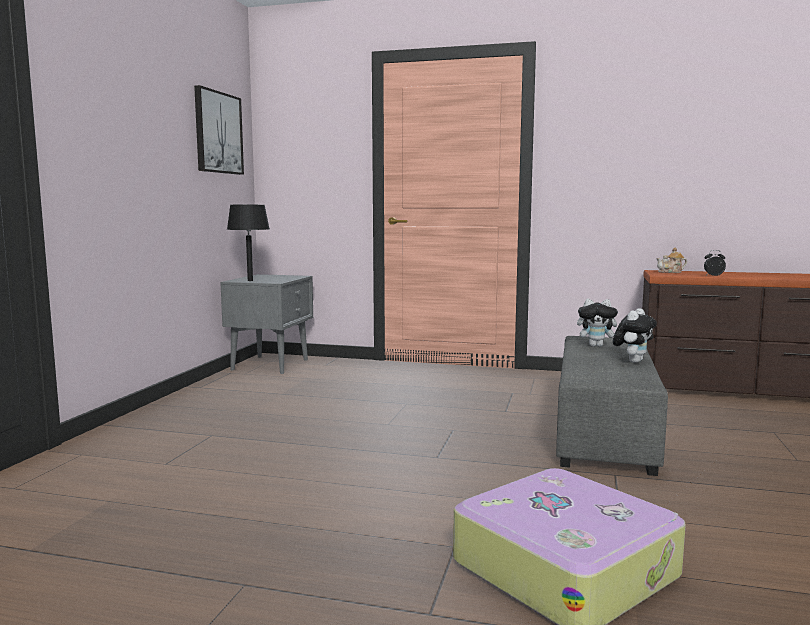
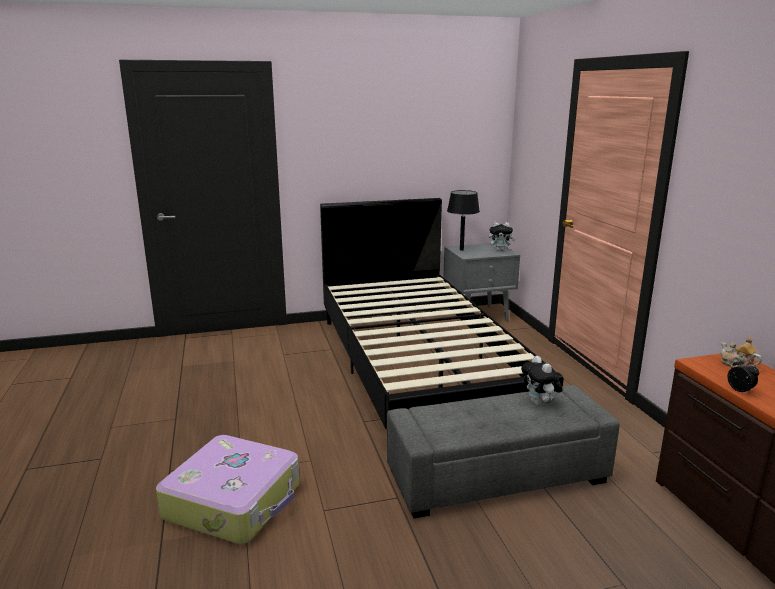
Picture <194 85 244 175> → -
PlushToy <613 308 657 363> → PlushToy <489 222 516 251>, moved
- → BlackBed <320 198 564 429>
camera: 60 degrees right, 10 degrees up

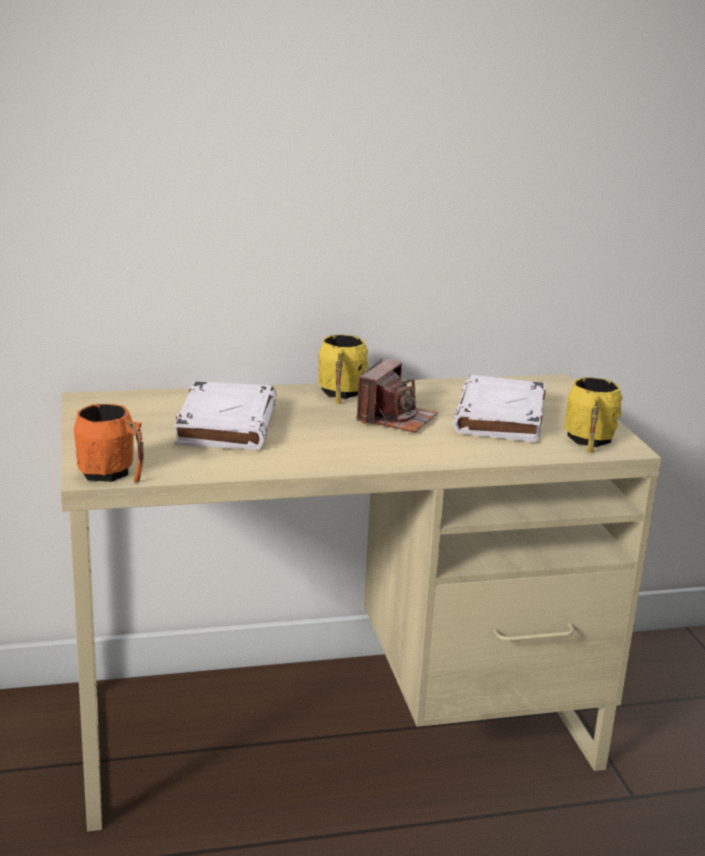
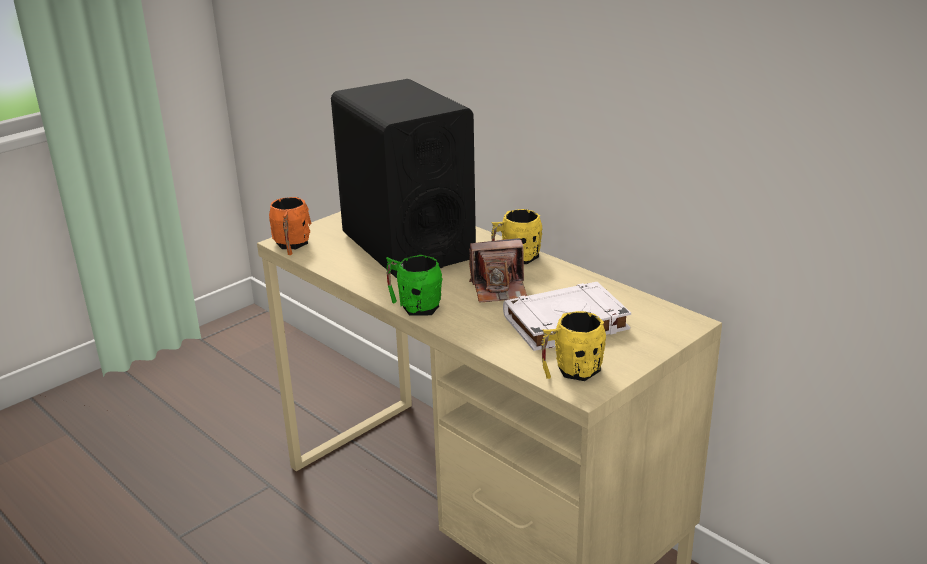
WhiteBook <174 381 276 450> → BlackSpeaker <331 79 476 278>
- → GreenMug <386 255 443 316>
camera: 60 degrees right, 5 degrees up

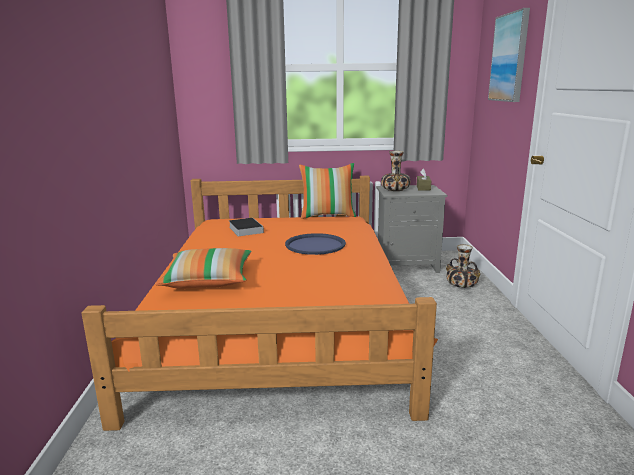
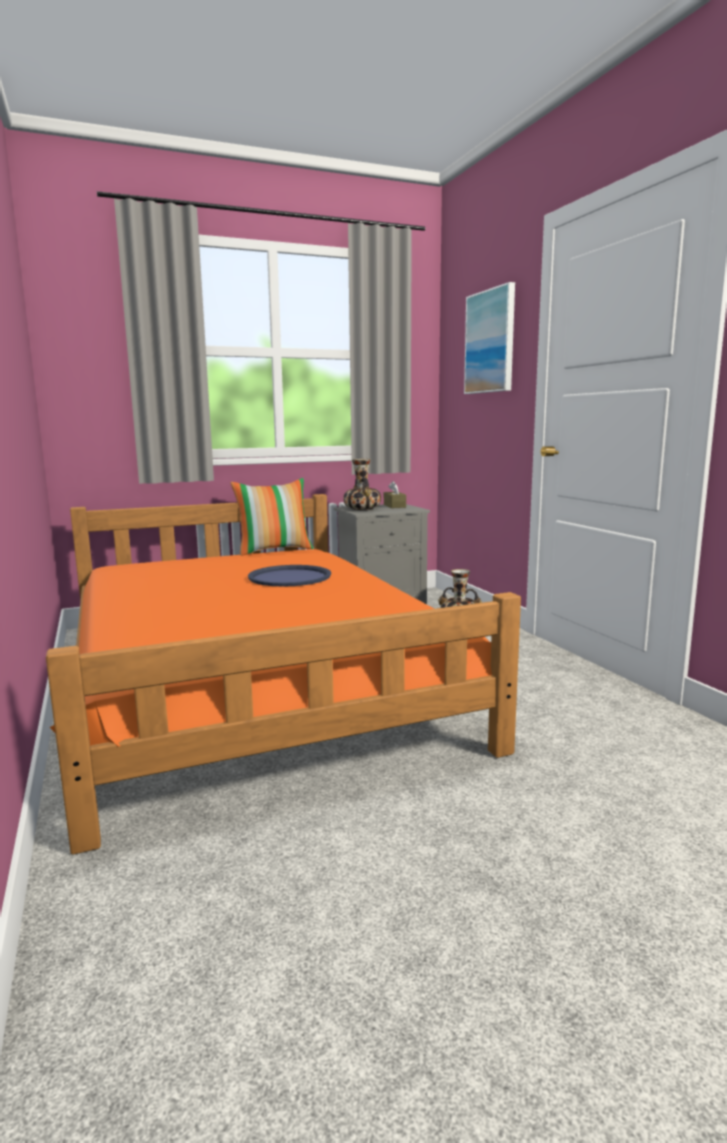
Pillow <155 248 251 289> → -
Book <229 218 264 236> → -
camera: 20 degrees left, 5 degrees down

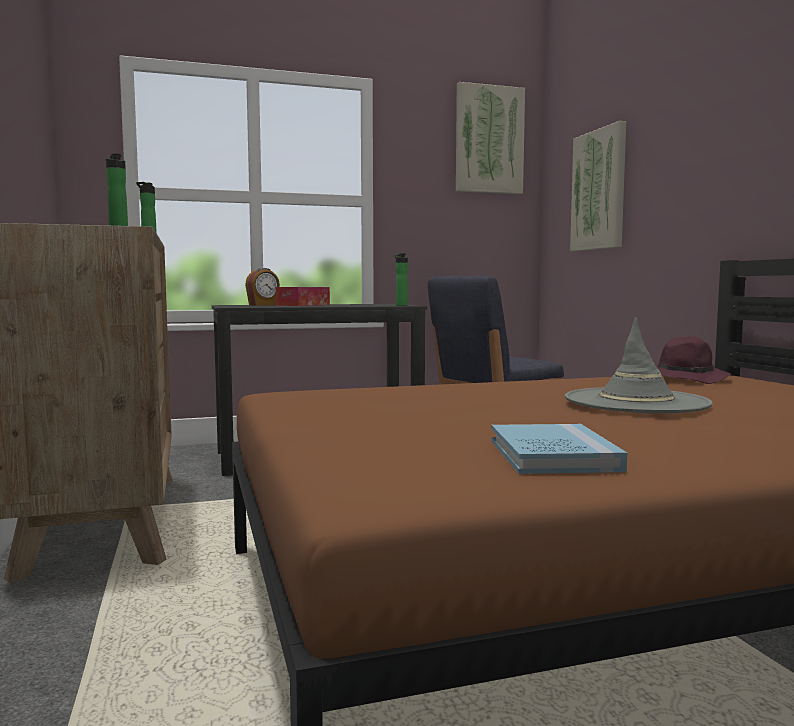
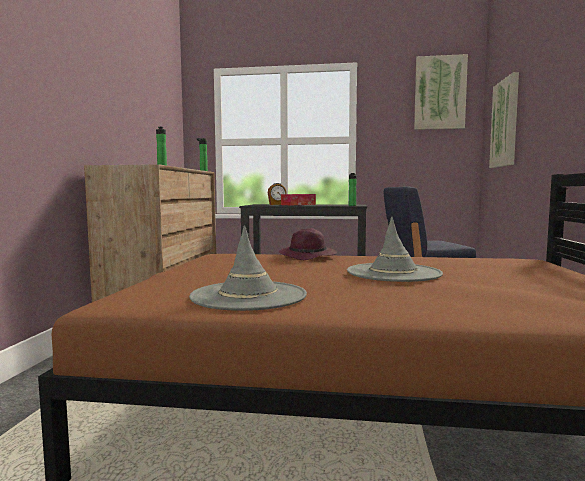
BlueBook <491 424 627 474> → GreyHat <189 226 307 311>
PurpleHat <656 336 732 384> → PurpleHat <279 228 337 260>, moved
camera: 25 degrees right, 0 degrees up

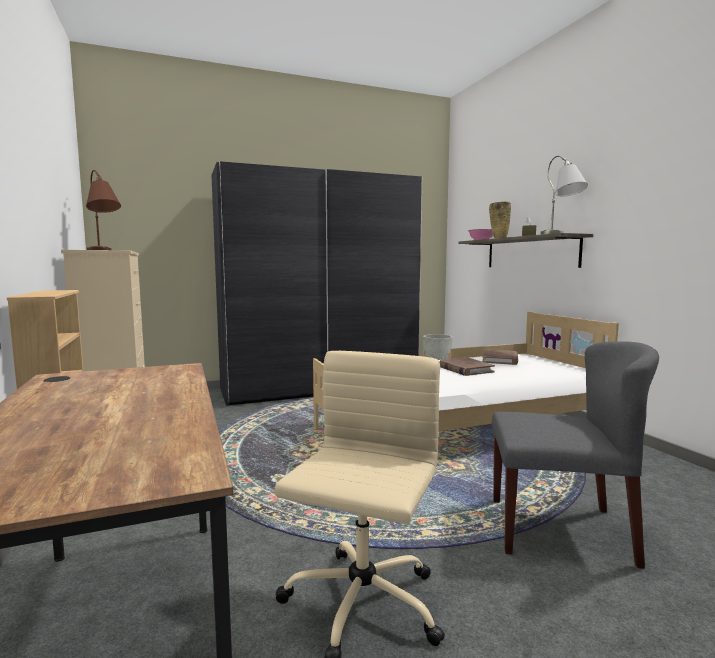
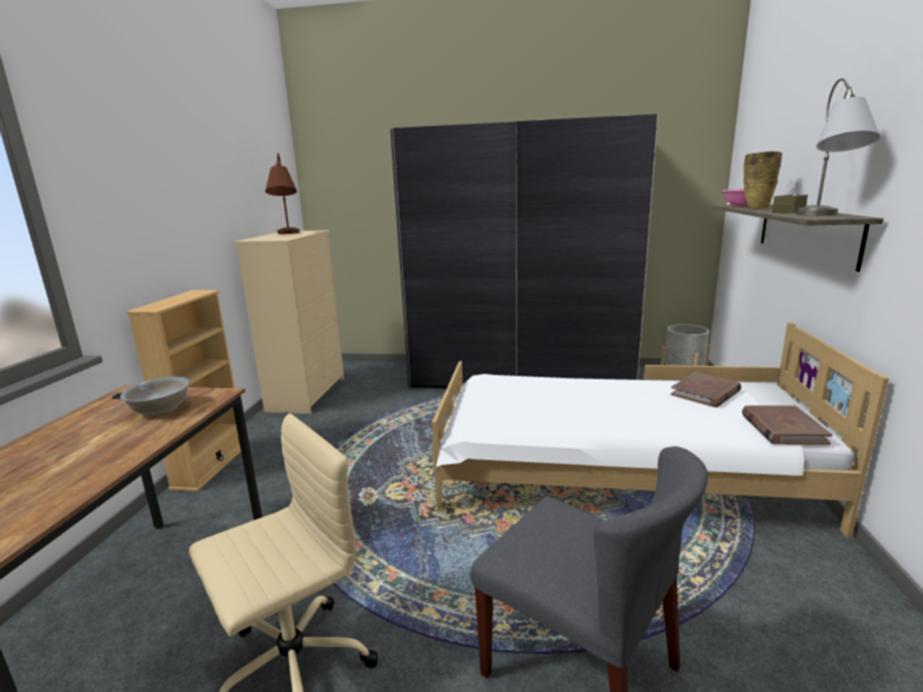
BrownBook <440 357 495 376> → BrownBook <742 406 833 445>, moved
- → WhiteBowl <120 376 190 416>
camera: 30 degrees right, 10 degrees up

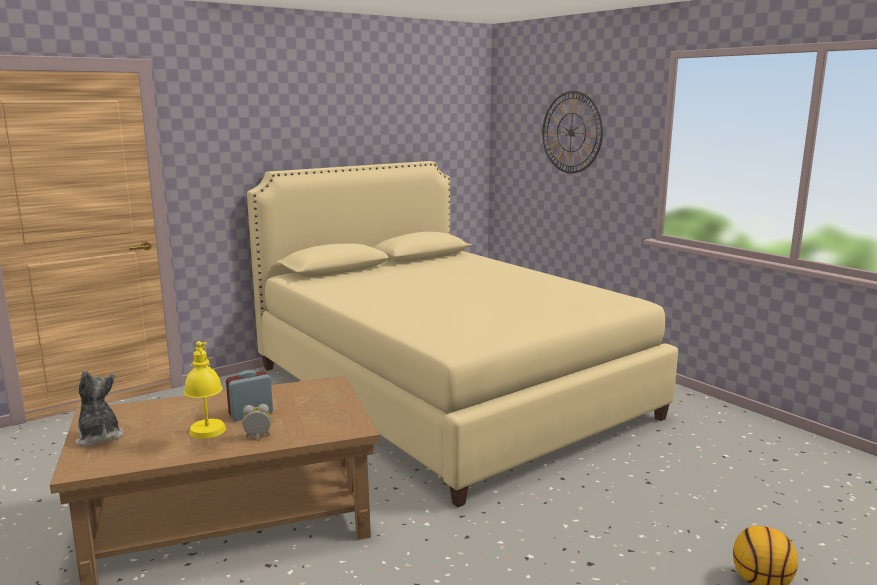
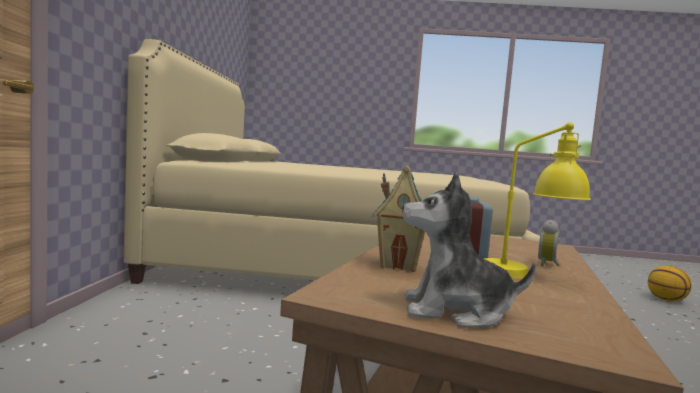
WallClock <542 91 603 173> → -
- → ToyHouse <371 166 425 272>
camera: 50 degrees left, 10 degrees down

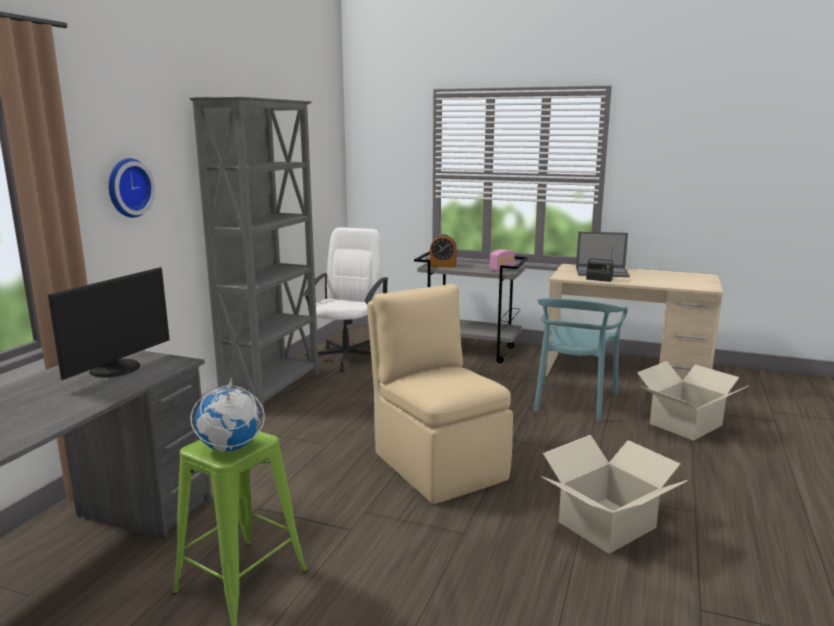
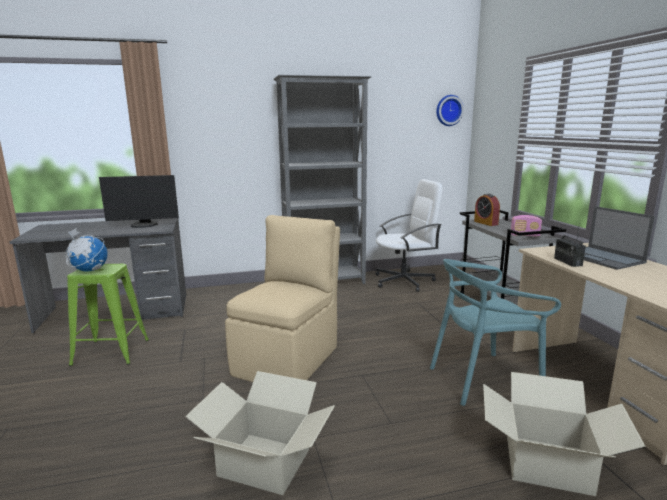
WallClock <109 158 155 218> → WallClock <436 95 464 126>, moved
camera: 55 degrees right, 0 degrees up

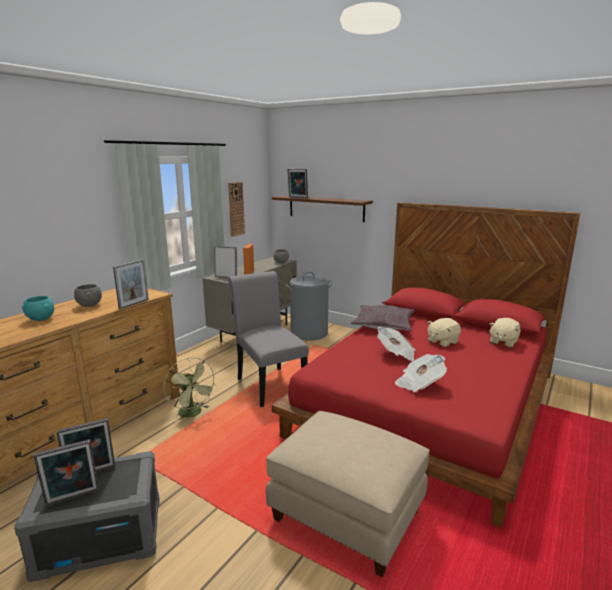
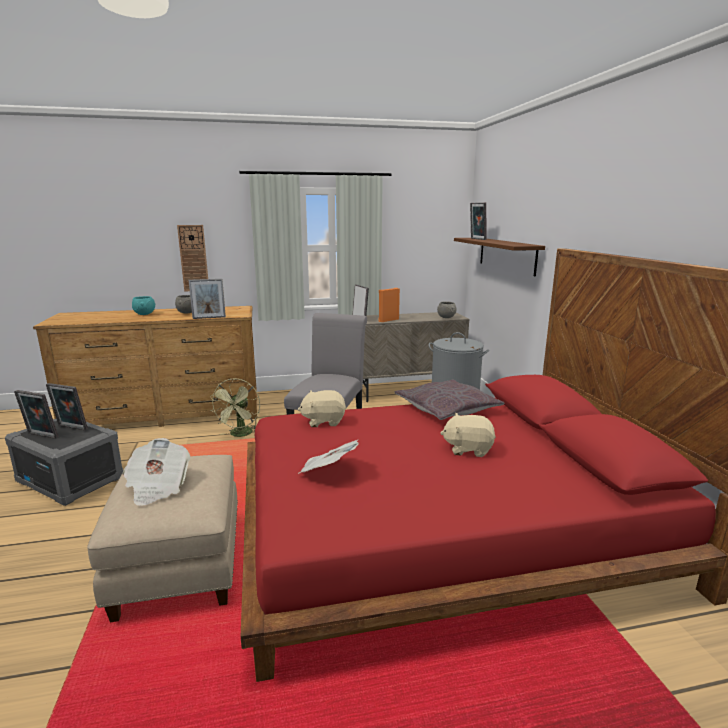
WallClock <228 182 245 237> → WallClock <177 225 208 291>, moved
Newspaper <377 327 416 361> → Newspaper <123 438 191 506>, moved
BeigePlushToy <489 318 521 348> → BeigePlushToy <297 390 346 427>, moved
camera: 45 degrees right, 0 degrees up

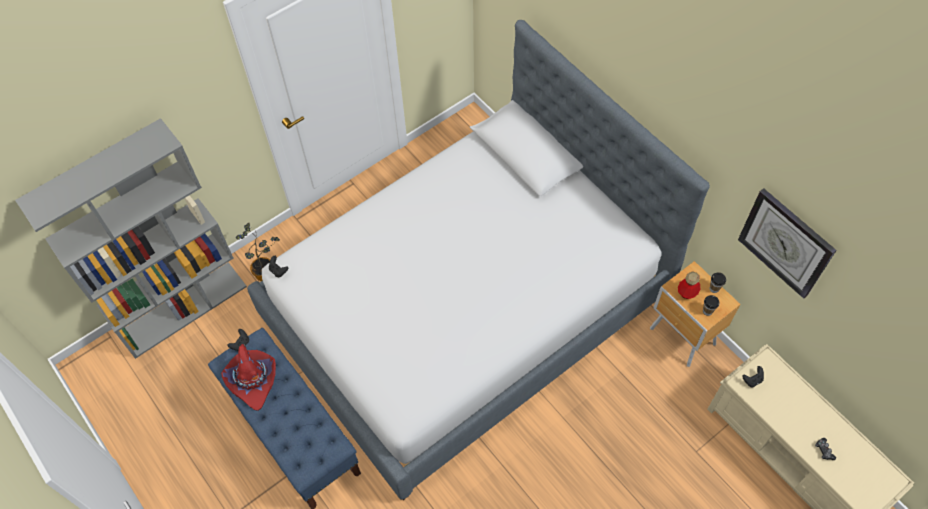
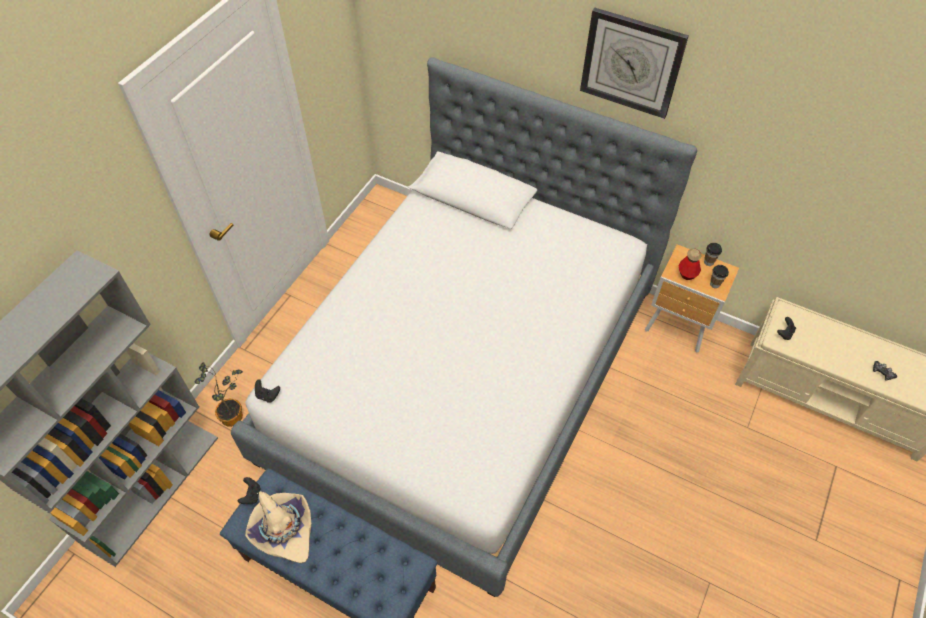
RedHat <221 344 276 411> → BeigeHat <245 491 311 563>
WallClock <738 188 837 299> → WallClock <580 8 689 119>, moved
camera: 25 degrees left, 5 degrees down

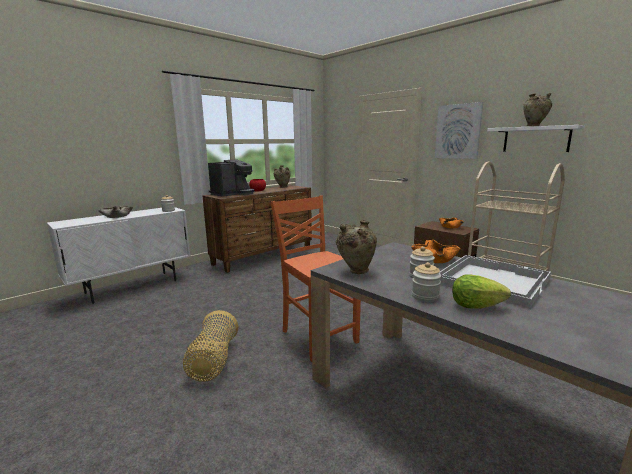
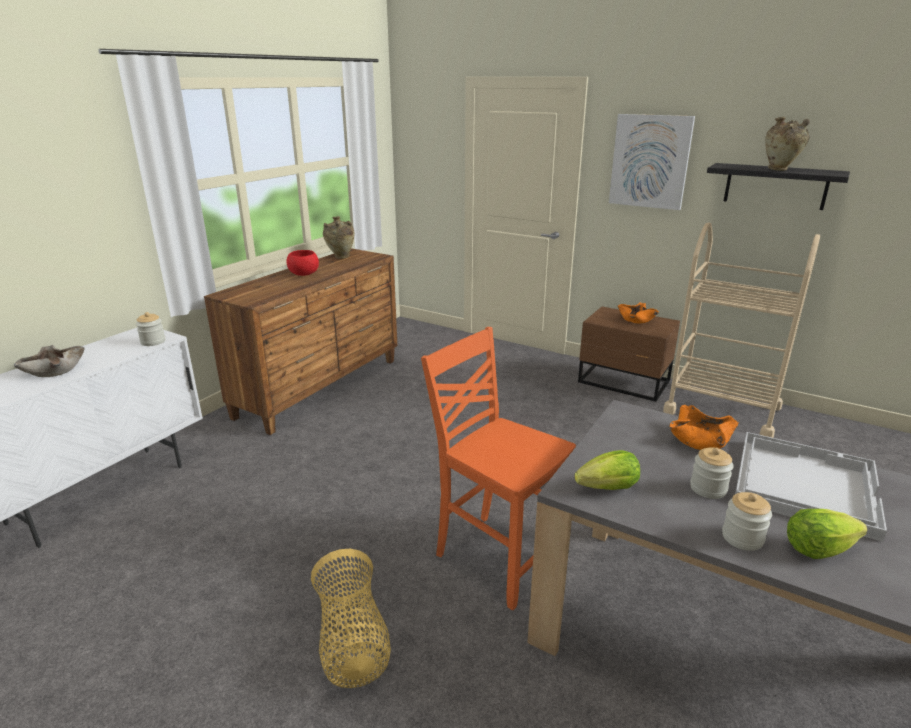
CoffeeMachine <208 159 254 197> → -
BeigeVase <336 220 377 274> → Lettuce <574 450 640 490>
WhiteShelf <487 125 585 152> → BlackShelf <707 163 850 210>
camera: 15 degrees left, 10 degrees up

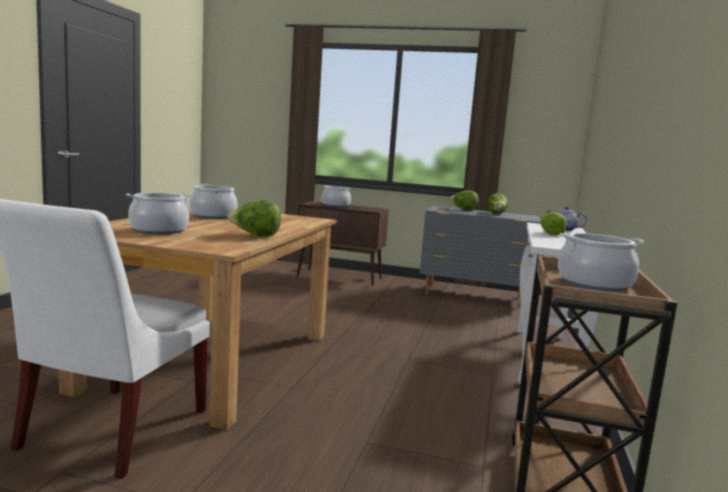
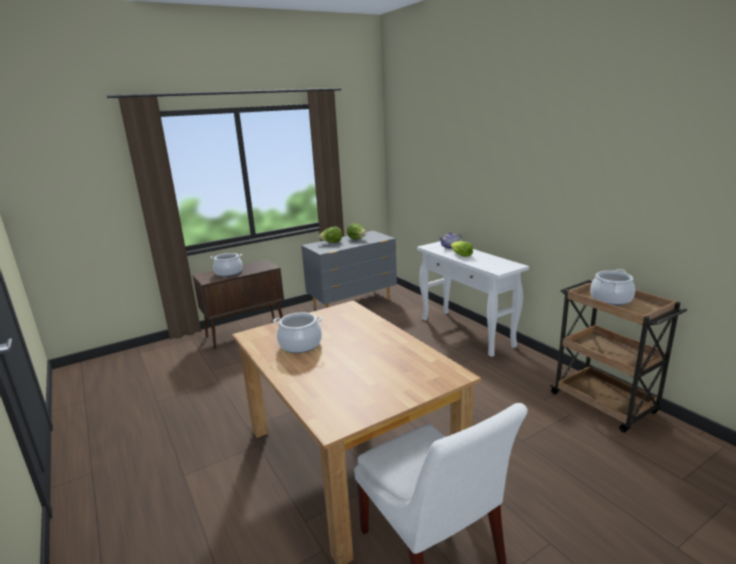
CookingPot <126 193 191 234> → -
Lettuce <227 200 281 236> → -
camera: 45 degrees left, 10 degrees up

